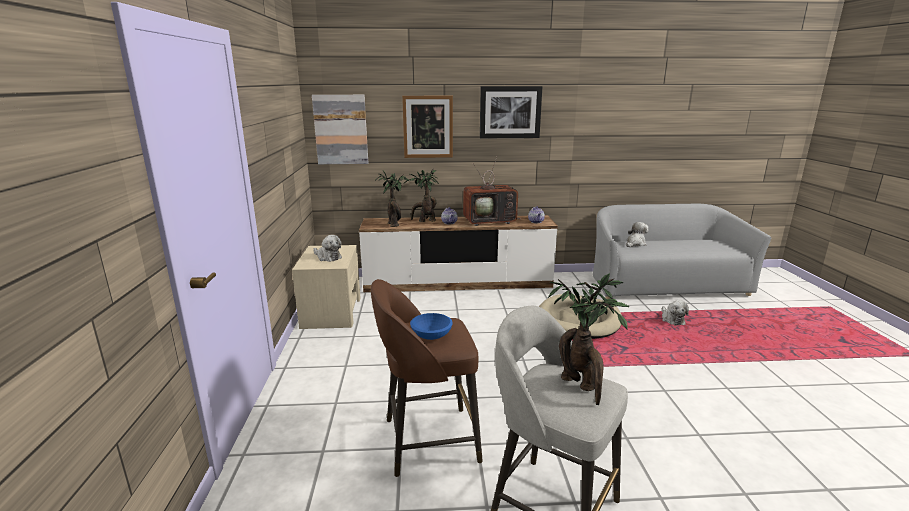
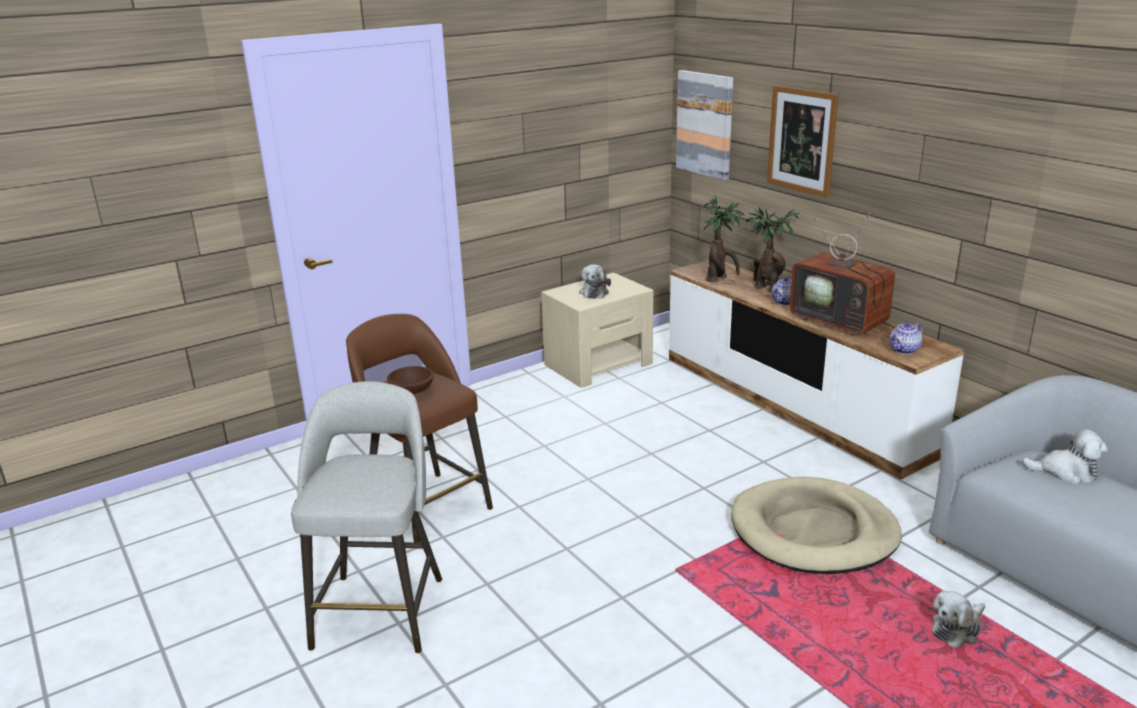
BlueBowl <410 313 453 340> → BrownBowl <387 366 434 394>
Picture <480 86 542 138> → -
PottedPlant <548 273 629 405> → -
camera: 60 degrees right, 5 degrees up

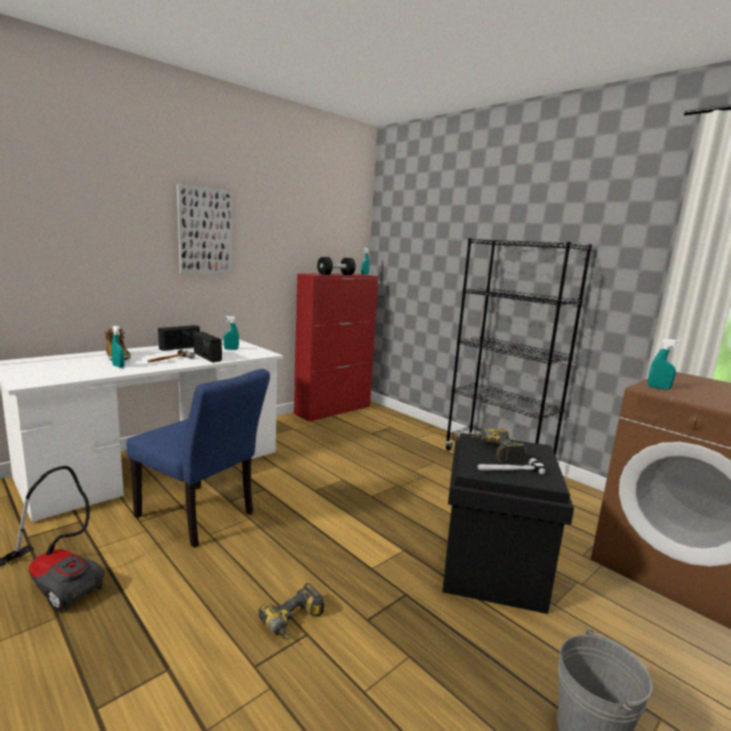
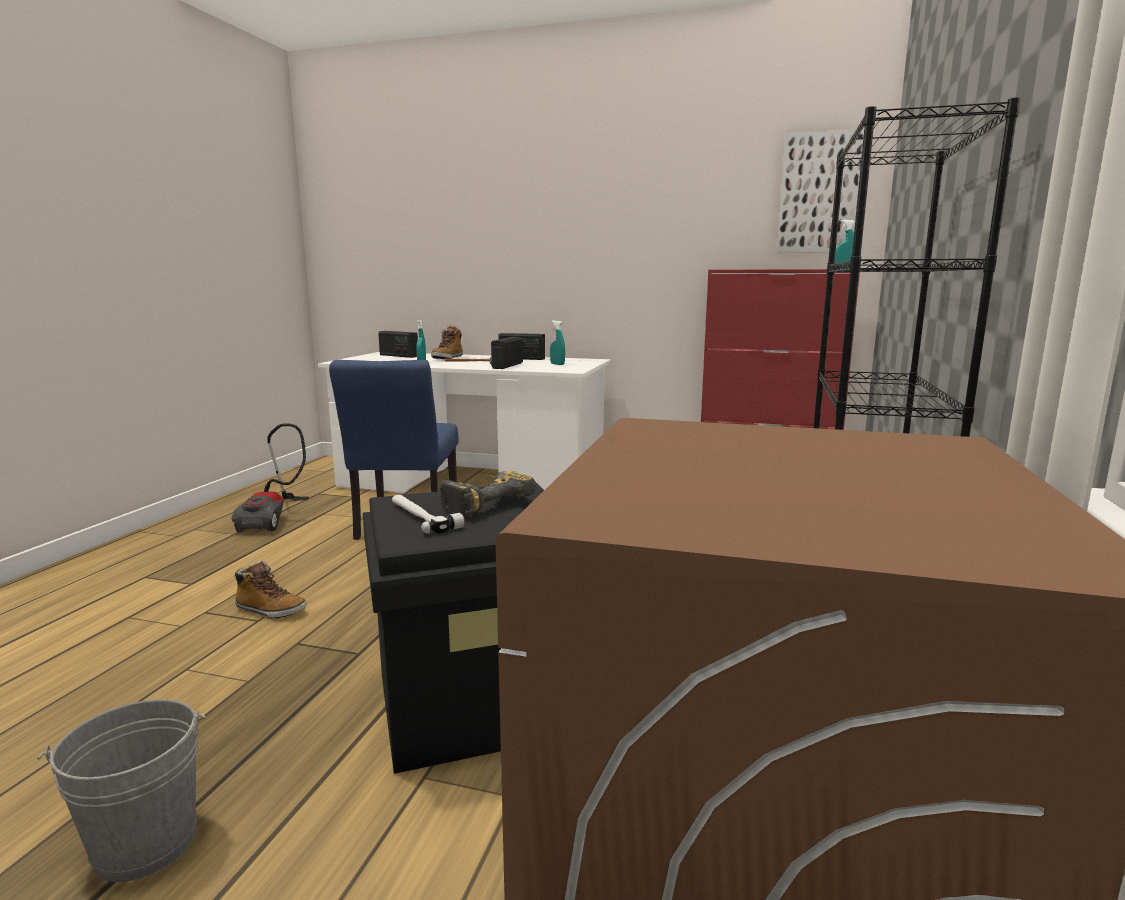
Picture <177 184 232 274> → Picture <777 129 864 253>, moved
PowerDrill <258 583 324 640> → Boot <234 560 307 619>
BlackDumbbell <317 257 356 275> → -
TurquoiseSprayBottle <648 339 679 389> → -
- → Radio <378 331 418 358>
camera: 60 degrees right, 0 degrees up

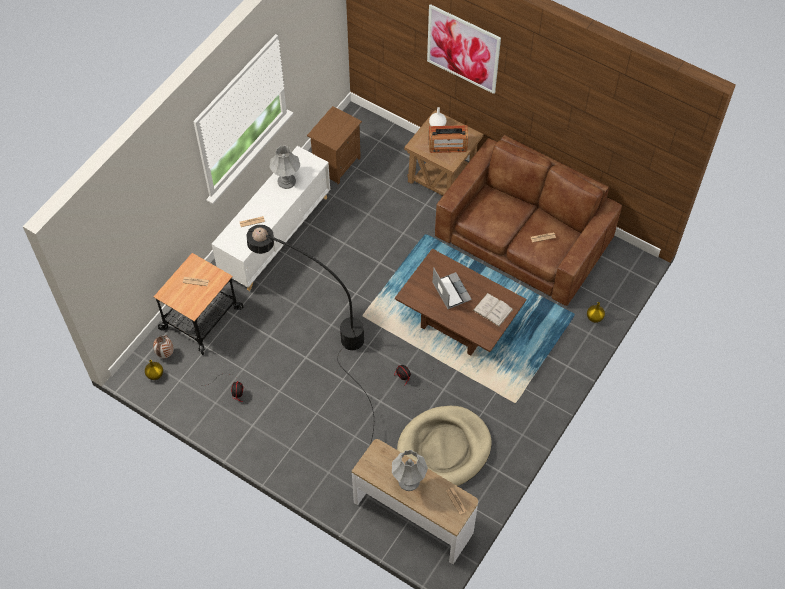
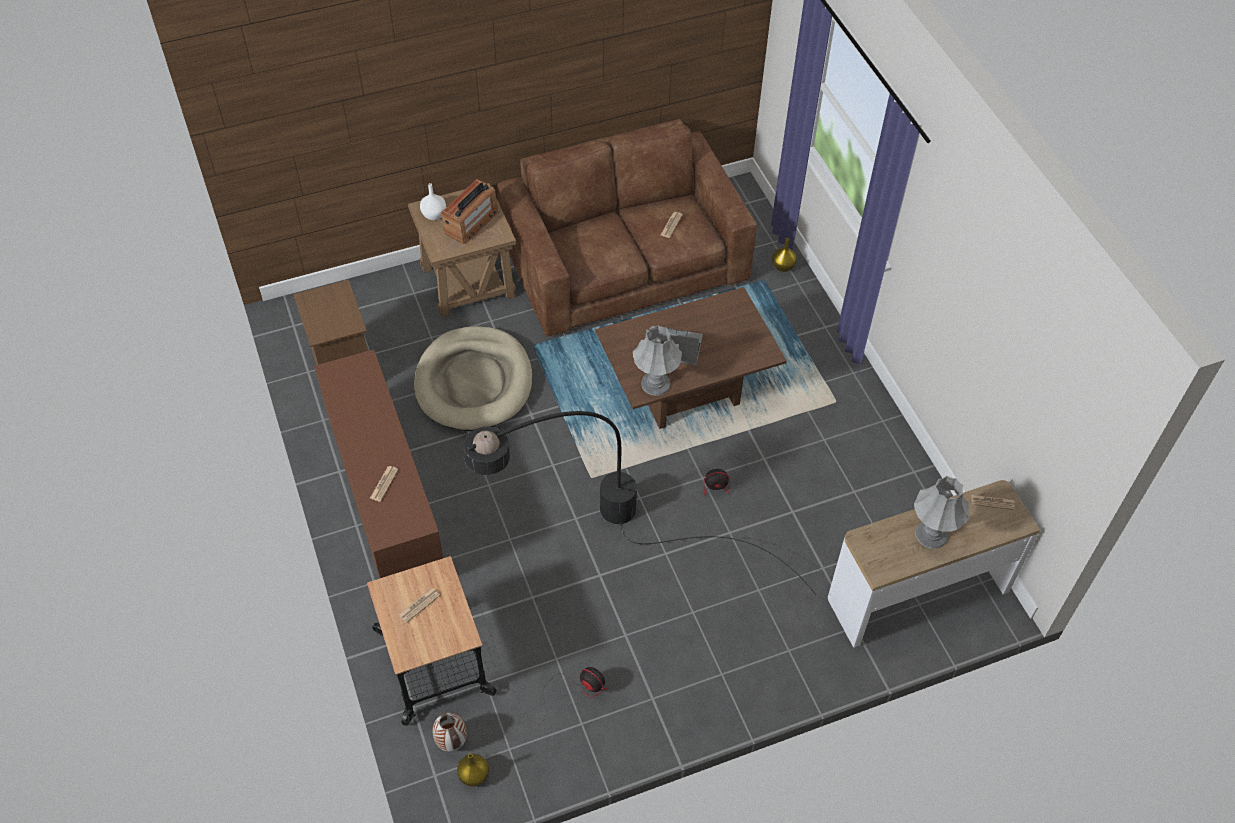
WhiteCabinet <212 146 330 291> → BrownCabinet <314 349 443 578>
GreyTableLamp <270 145 300 189> → GreyTableLamp <633 325 682 396>, moved
BeigeDogBed <397 406 492 486> → BeigeDogBed <414 326 533 431>, moved
Picture <427 4 501 94> → -
WhiteBook <473 293 513 327> → -
camera: 55 degrees left, 5 degrees down

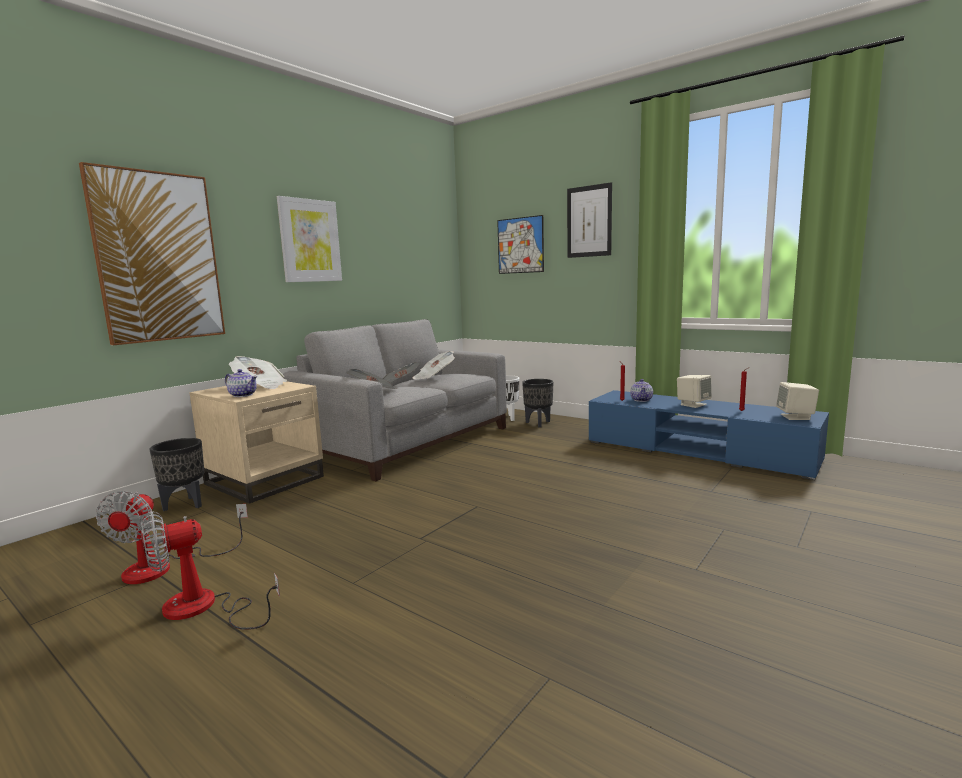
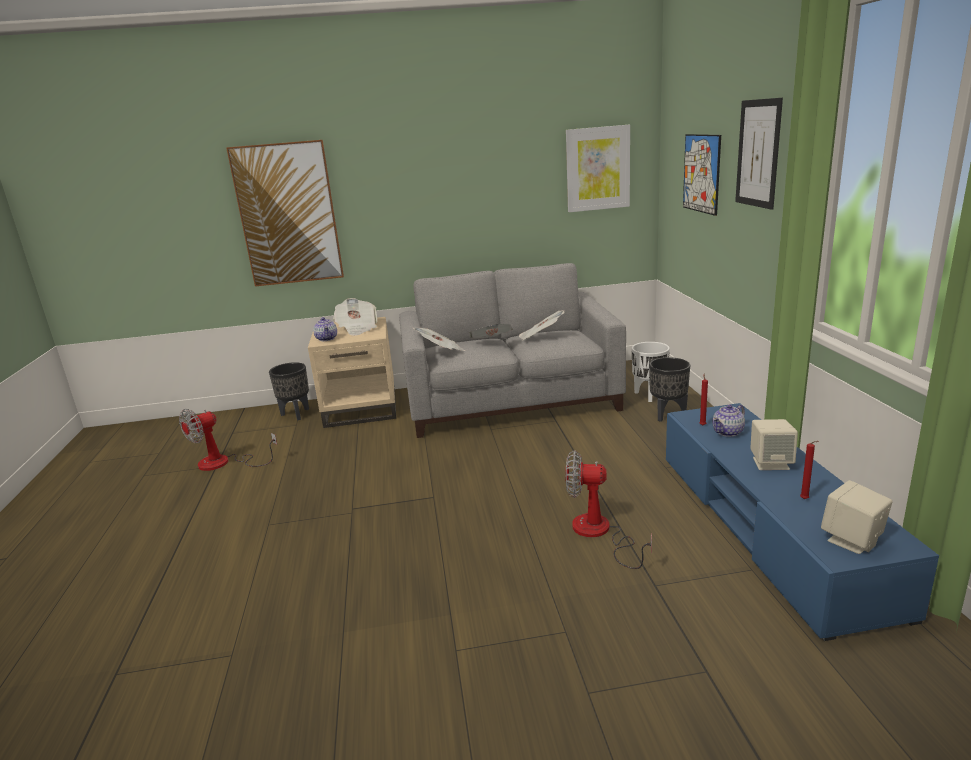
Fan <141 511 280 630> → Fan <565 450 652 569>, moved
Picture <277 196 342 282> → Picture <566 125 630 212>, moved
camera: 45 degrees right, 10 degrees up

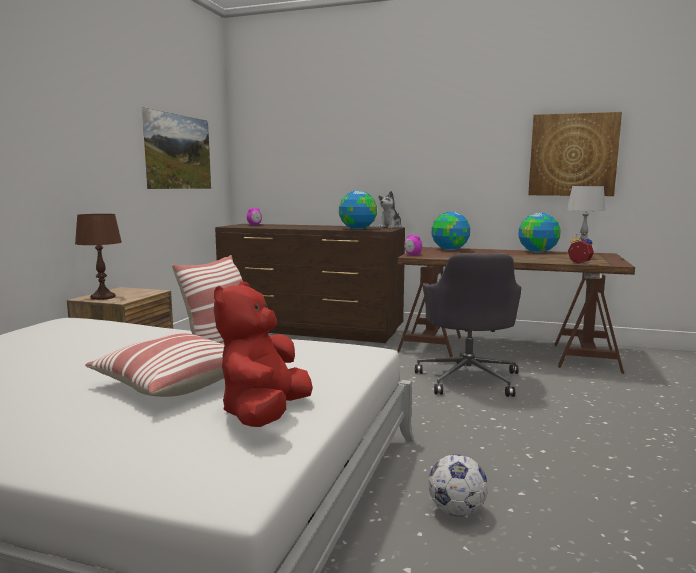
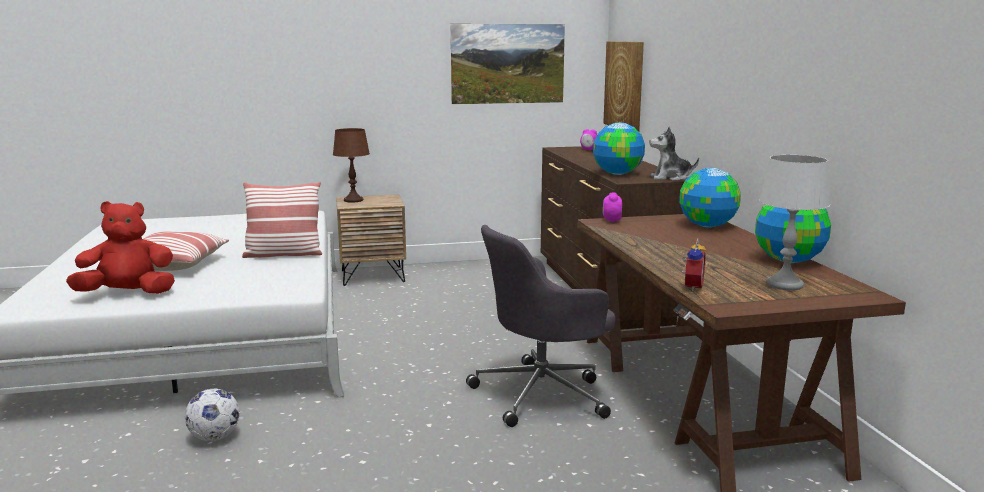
Picture <528 112 622 196> → Picture <603 41 644 131>, moved
camera: 60 degrees right, 5 degrees up

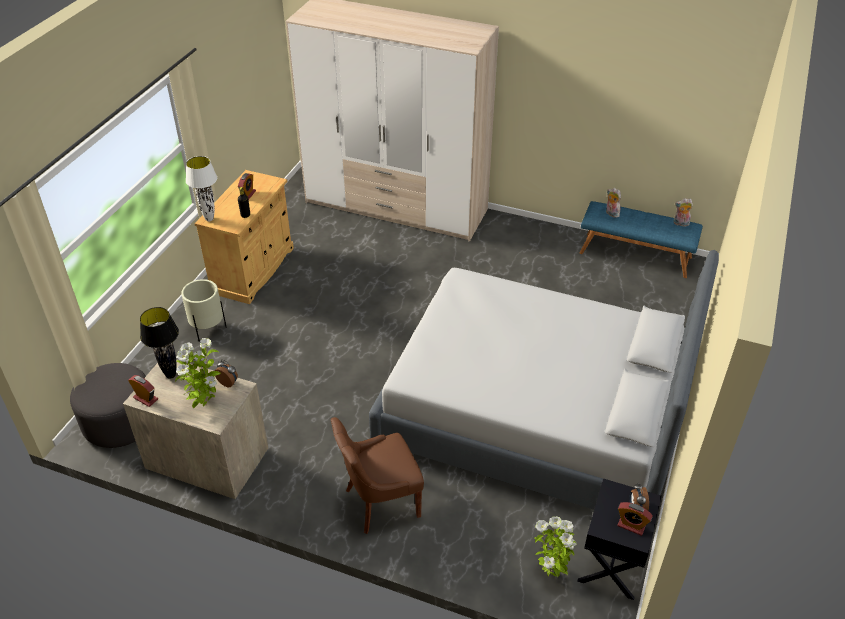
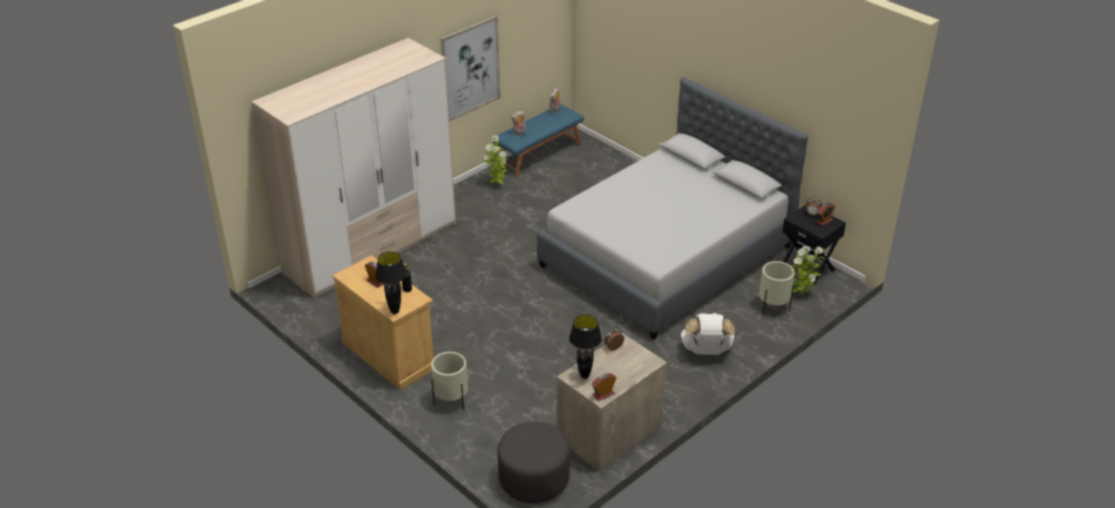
PottedPlant <175 338 221 408> → PottedPlant <483 135 508 184>, moved
WhiteTableLamp <186 156 217 221> → BlackTableLamp <375 252 406 314>
BrownChair <331 417 424 534> → WhiteBackpack <681 313 735 355>
- → Picture <441 16 501 121>
- → BeigePlanter <759 261 795 315>
camera: 65 degrees left, 5 degrees down

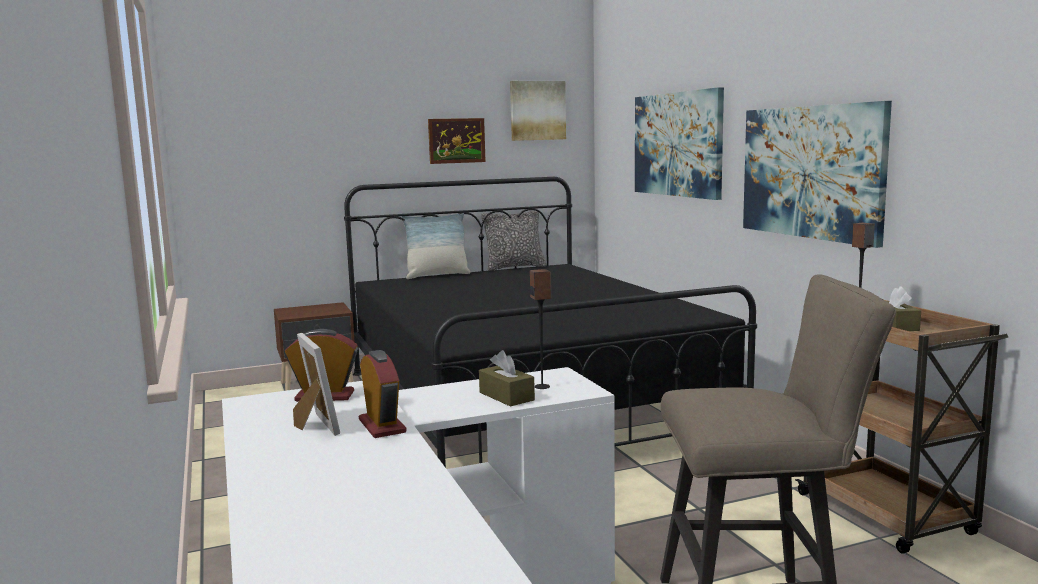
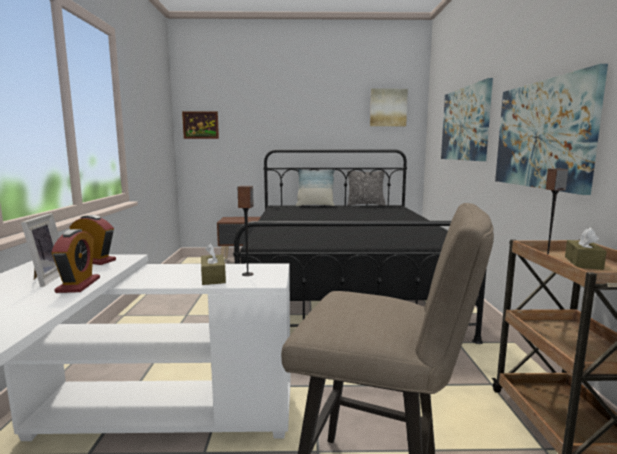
Picture <428 118 486 164> → Picture <182 111 219 139>, moved
camera: 20 degrees right, 0 degrees up

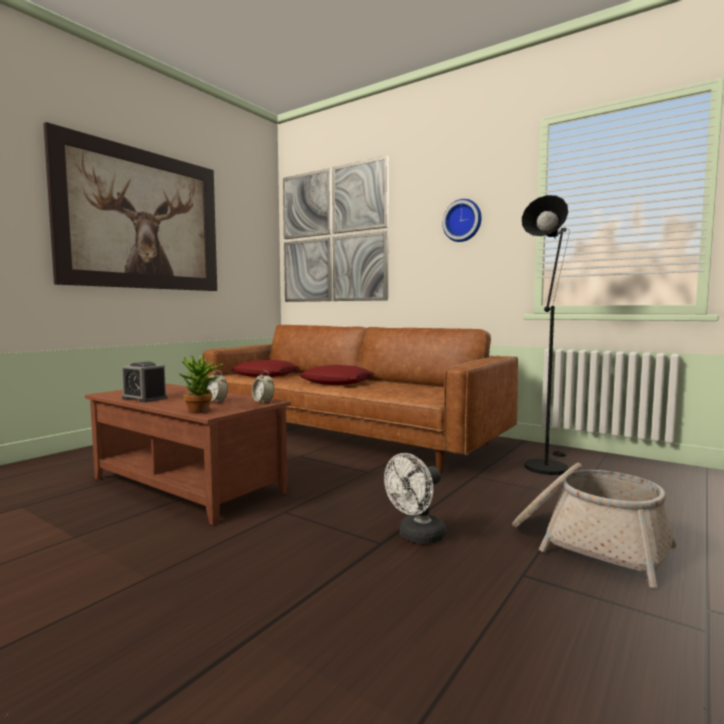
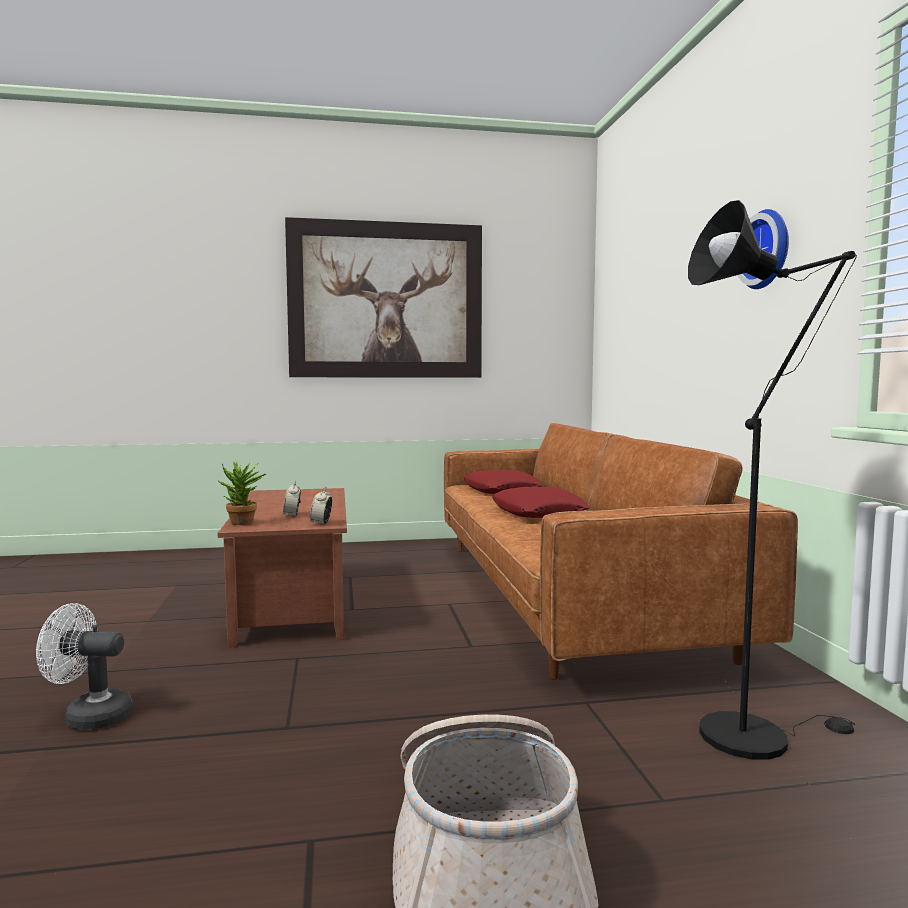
AlarmClock <121 362 167 403> → -
Picture <283 156 389 302> → -
WhiteFan <384 453 446 544> → WhiteFan <36 603 133 729>, moved
camera: 45 degrees right, 0 degrees up

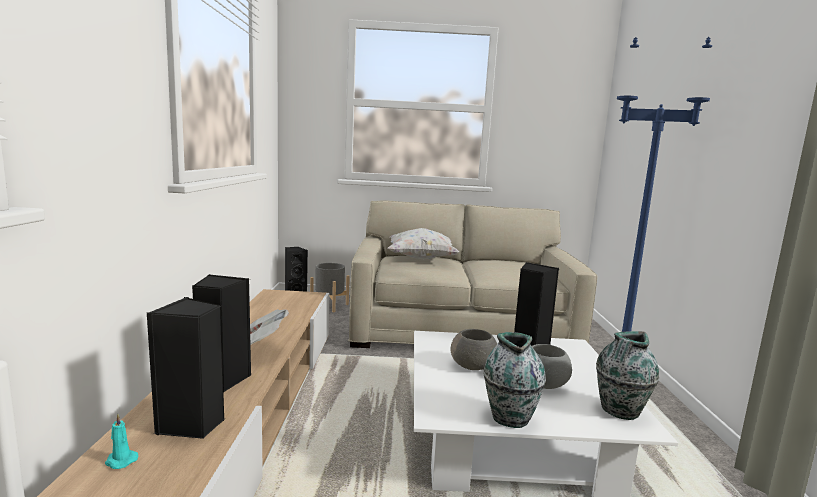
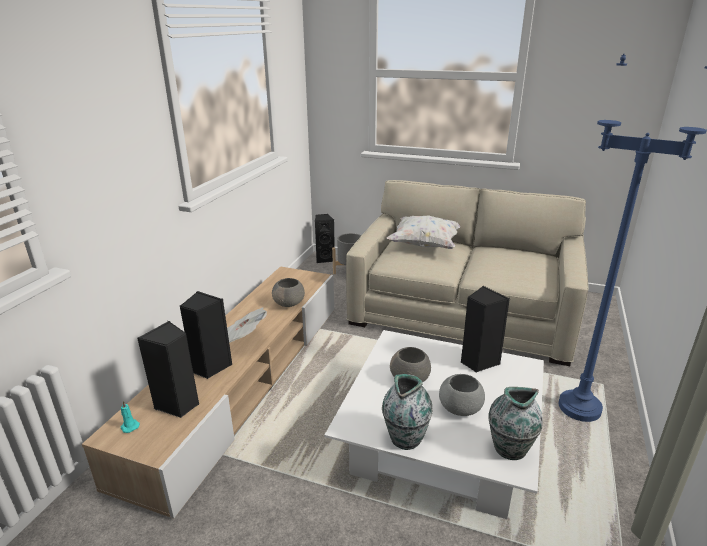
- → GreyBowl <272 278 305 307>
camera: 20 degrees right, 15 degrees up

